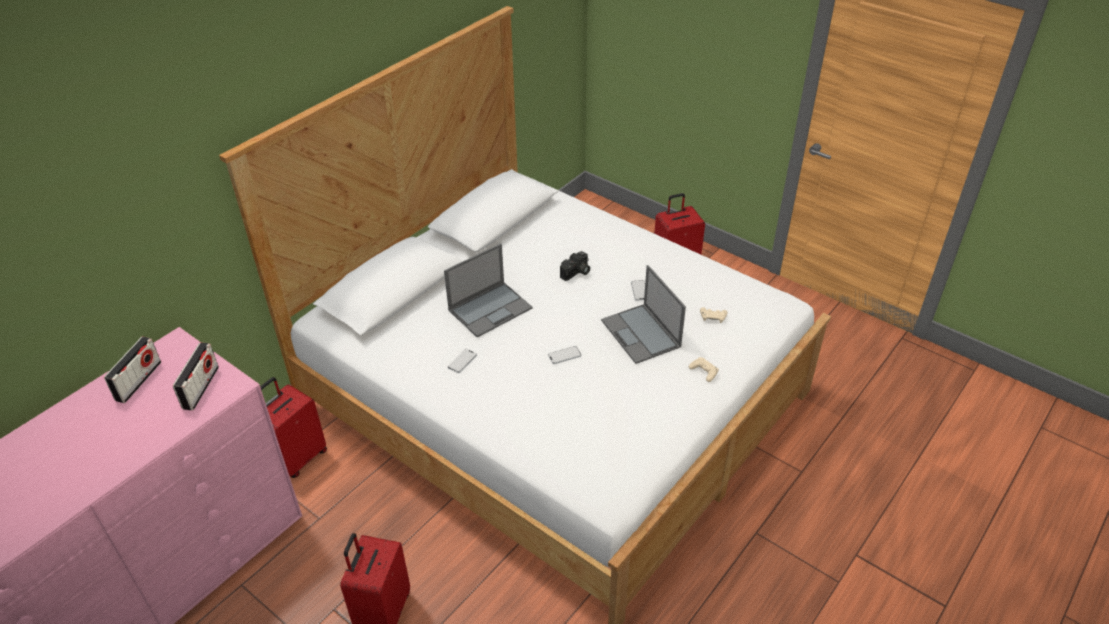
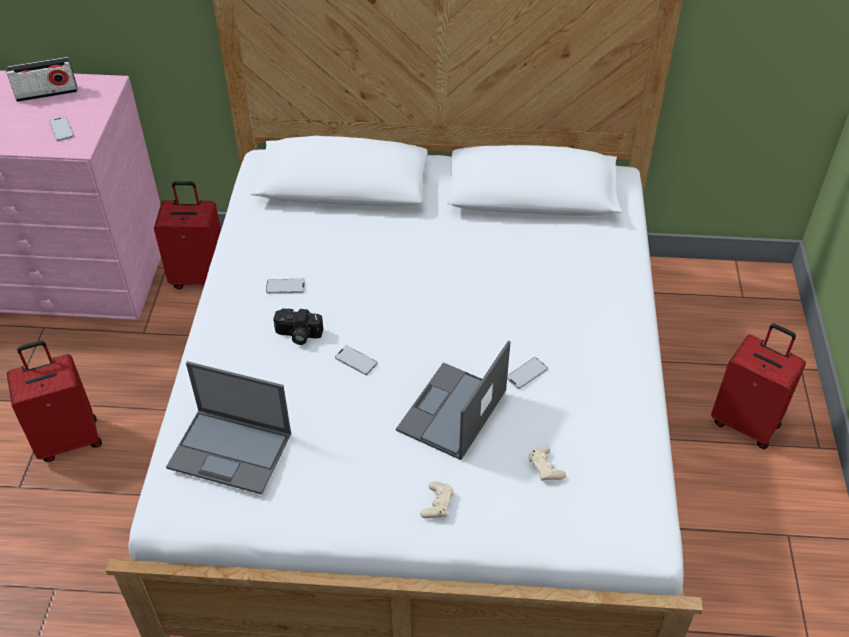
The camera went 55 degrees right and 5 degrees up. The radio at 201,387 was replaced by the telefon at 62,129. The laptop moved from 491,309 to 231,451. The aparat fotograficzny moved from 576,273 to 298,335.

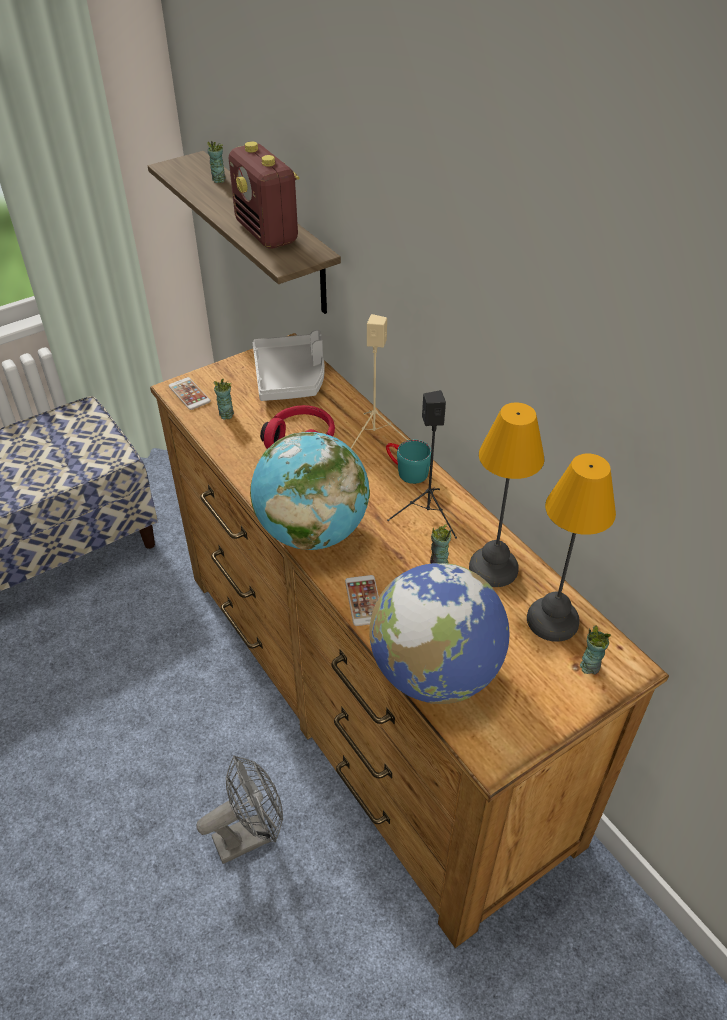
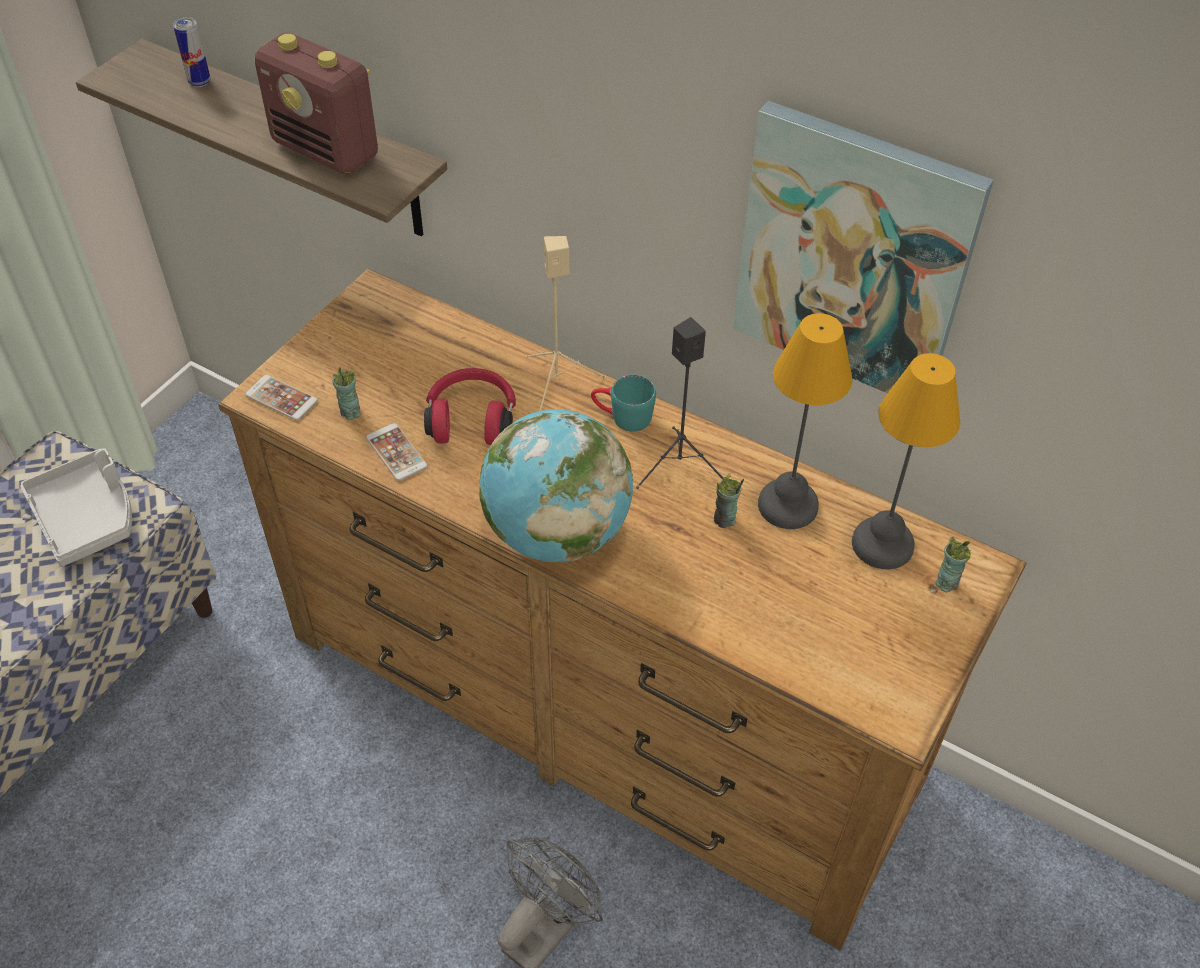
The camera went 25 degrees left and 5 degrees up. The filiżanka at 218,180 was replaced by the puszka at 199,82. The taca [szary] moved from 291,377 to 87,516. The telefon moved from 364,600 to 396,452. The globus at 435,672 disappeared. The obraz at 853,256 appeared.

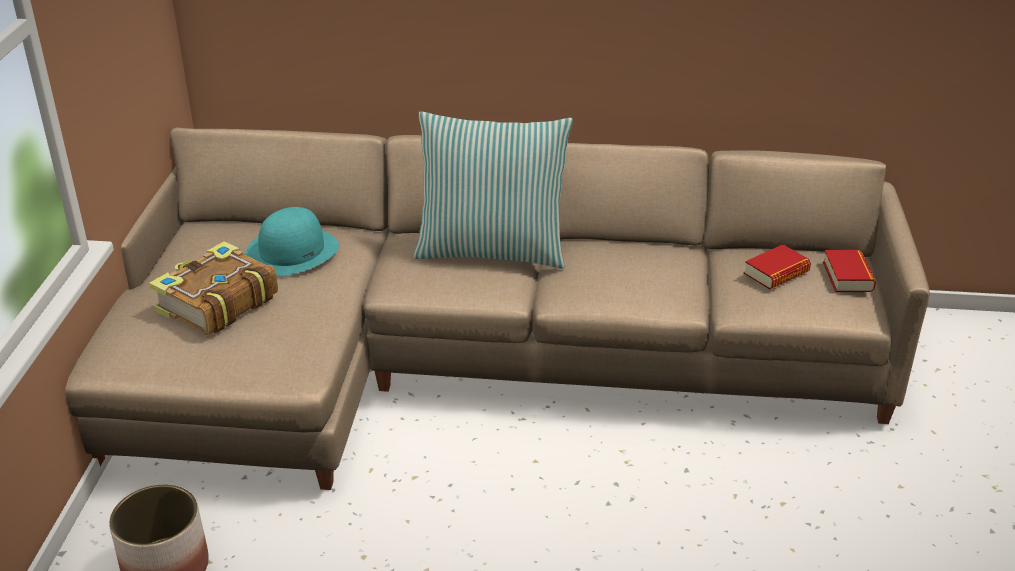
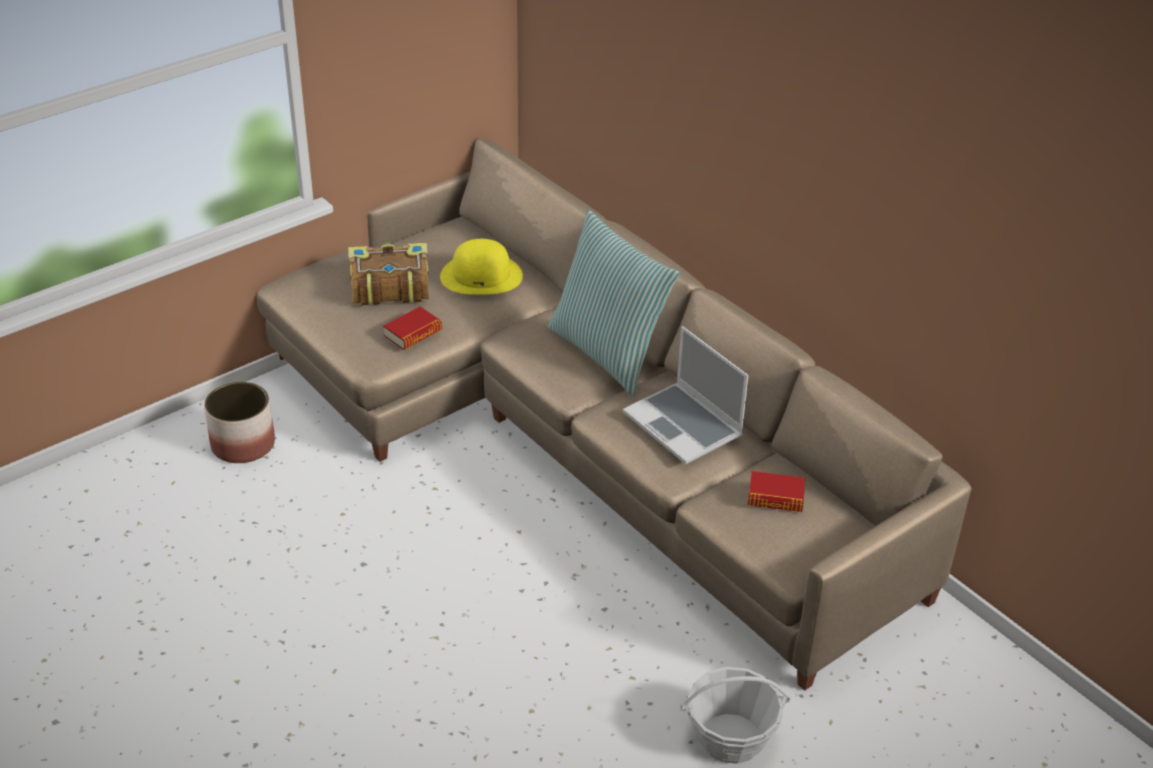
The camera went 45 degrees right and 5 degrees up. The kapelusz [turkusowy] at 292,251 became the kapelusz [żółty] at 481,275. The książka moved from 847,276 to 413,333. The laptop at 684,425 appeared. The koszyk at 730,738 appeared.

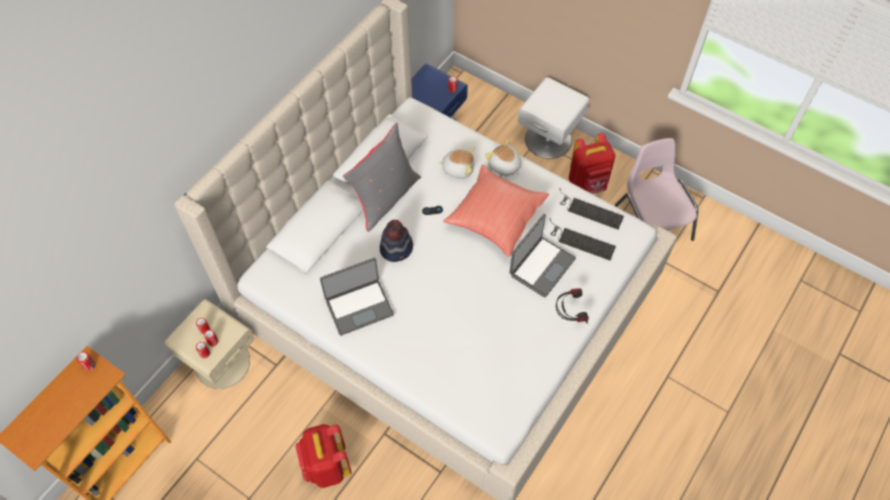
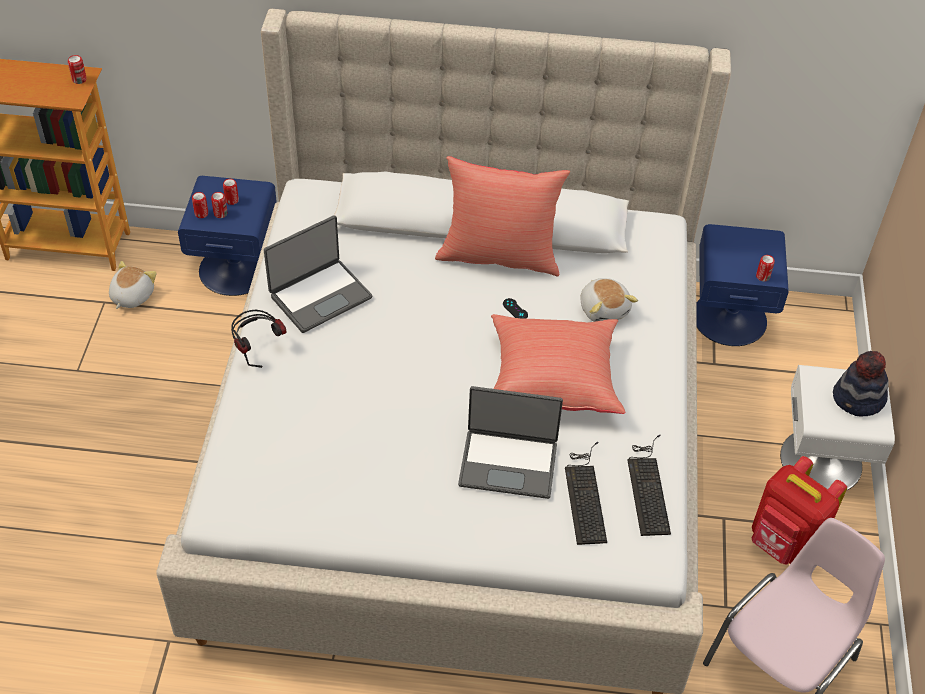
The camera went 60 degrees right and 10 degrees down. The szafka nocna [beżowy] at 222,362 became the szafka nocna [niebieski] at 236,268. The plecak [czerwony] at 326,467 disappeared. The laptop at 359,306 turned 75 degrees counterclockwise. The poduszka [szary] at 385,198 became the poduszka [czerwony] at 499,255. The kapelusz moved from 397,248 to 858,399. The pluszak moved from 504,166 to 131,296. The słuchawki moved from 570,314 to 258,348.

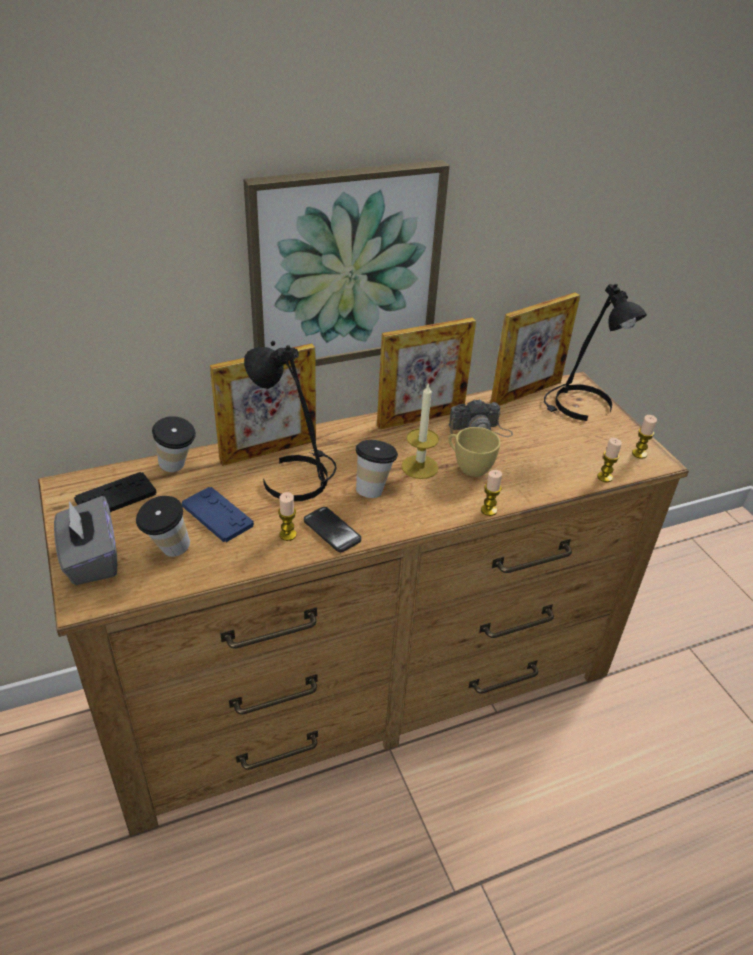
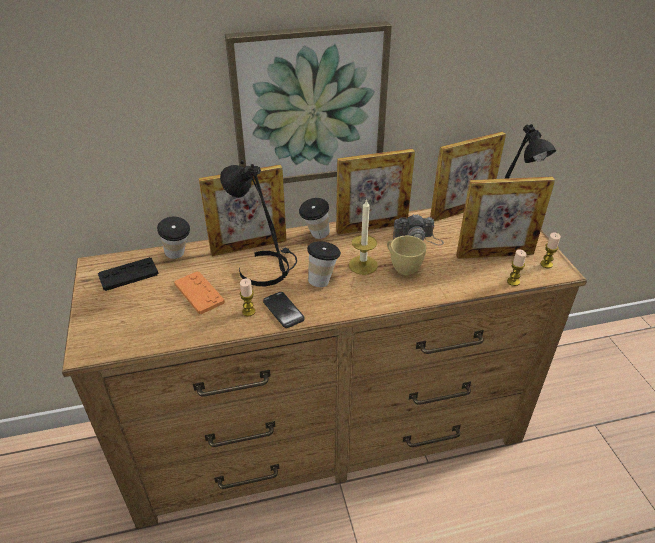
The camera went 10 degrees right and 0 degrees up. The pudełko chusteczek [szary] at 91,559 disappeared. The filiżanka moved from 167,552 to 315,236. The pad do gier [niebieski] at 217,515 became the pad do gier [pomarańczowy] at 199,293. The świeca at 488,510 disappeared. The ramka na zdjęcie at 494,254 appeared.

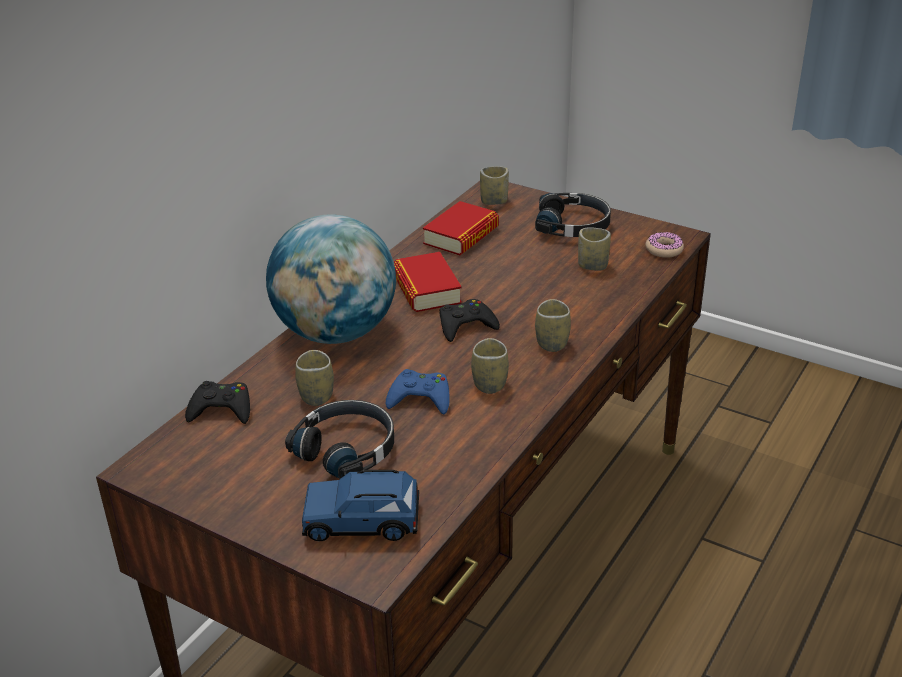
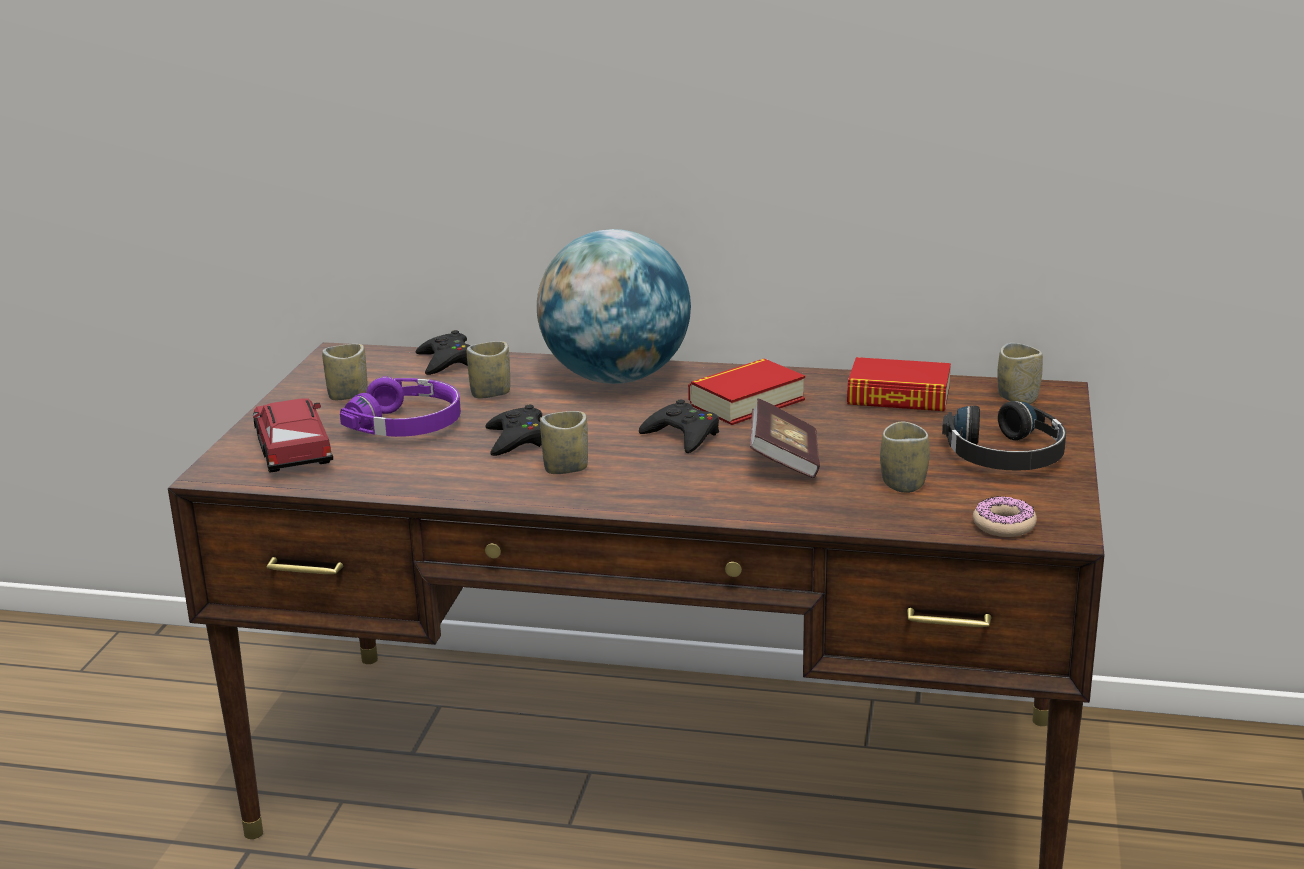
The camera went 70 degrees right and 10 degrees down. The słuchawki [czarny] at 347,448 became the słuchawki [fioletowy] at 408,424. The samochodzik [niebieski] at 362,521 became the samochodzik [czerwony] at 294,453. The pad do gier [niebieski] at 420,398 became the pad do gier [czarny] at 516,439. The filiżanka moved from 552,343 to 348,396. The książka at 784,461 appeared.

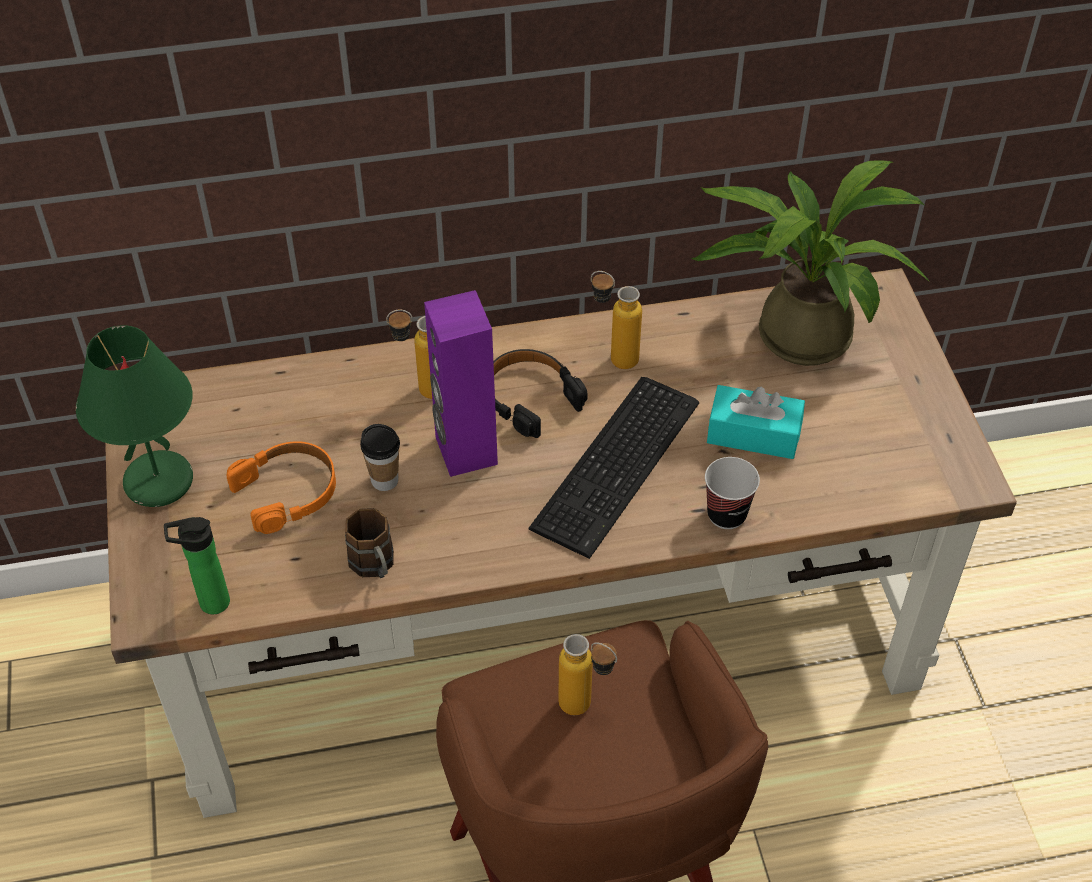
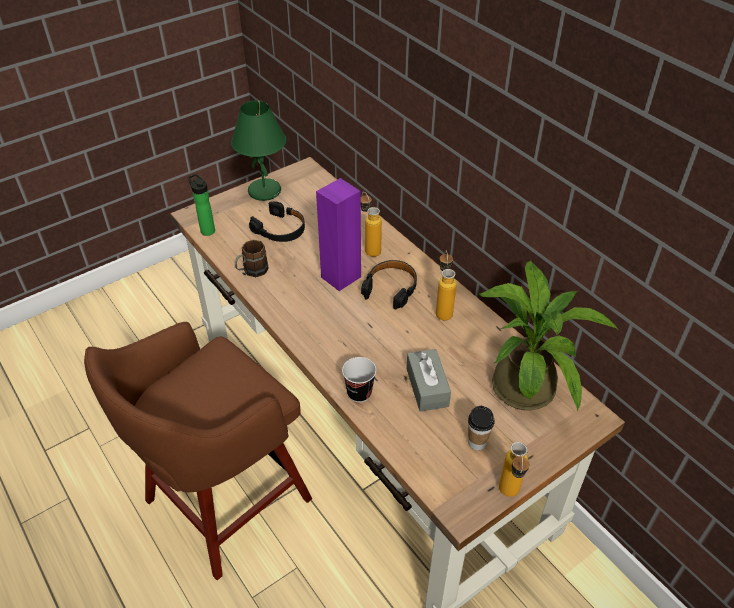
The camera went 65 degrees right and 5 degrees down. The słuchawki [pomarańczowy] at 287,492 became the słuchawki [czarny] at 280,229. The filiżanka moved from 384,480 to 477,442. The klawiatura at 621,464 disappeared. The butelka moved from 586,709 to 509,496. The pudełko chusteczek [turkusowy] at 753,434 became the pudełko chusteczek [szary] at 427,387.

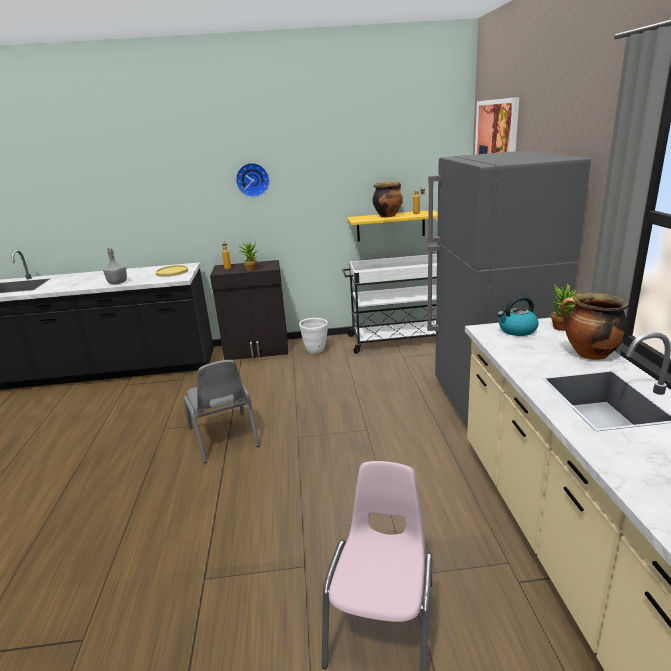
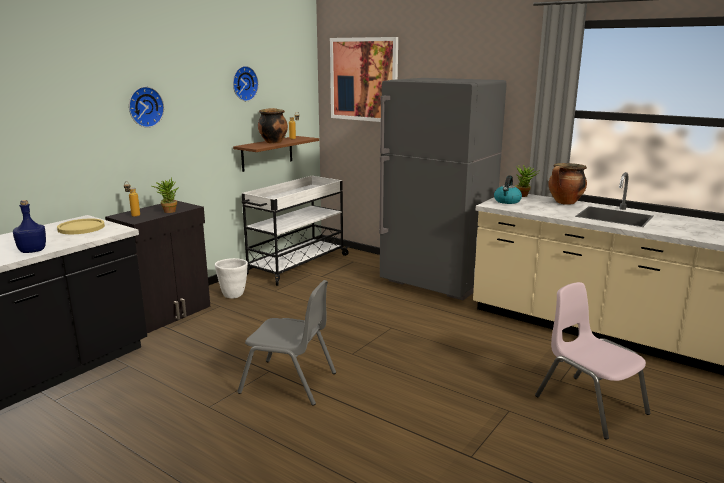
The camera went 50 degrees left and 5 degrees down. The butelka [szary] at 117,283 became the butelka [niebieski] at 33,251. The półka [żółty] at 391,226 became the półka [brązowy] at 267,153. The zegar ścienny at 243,83 appeared.

